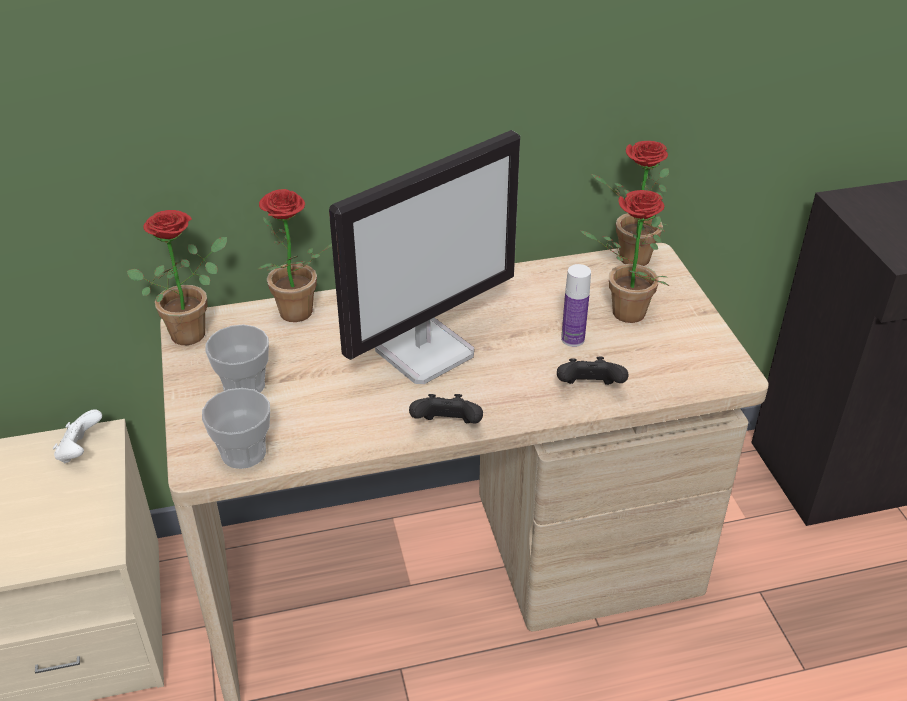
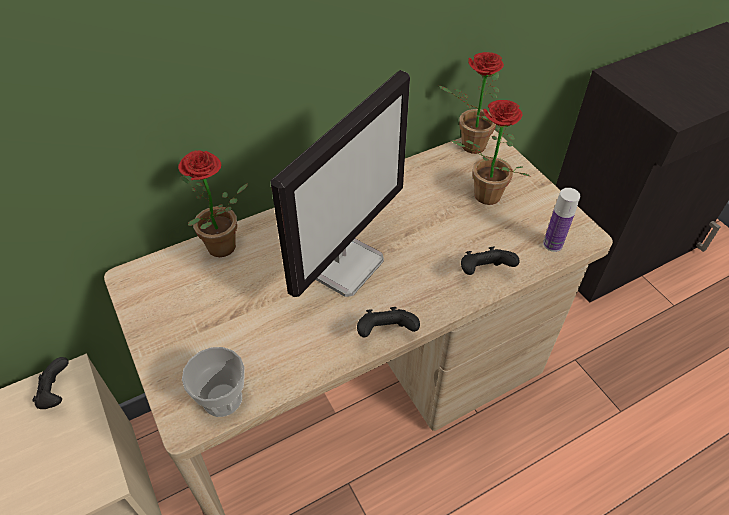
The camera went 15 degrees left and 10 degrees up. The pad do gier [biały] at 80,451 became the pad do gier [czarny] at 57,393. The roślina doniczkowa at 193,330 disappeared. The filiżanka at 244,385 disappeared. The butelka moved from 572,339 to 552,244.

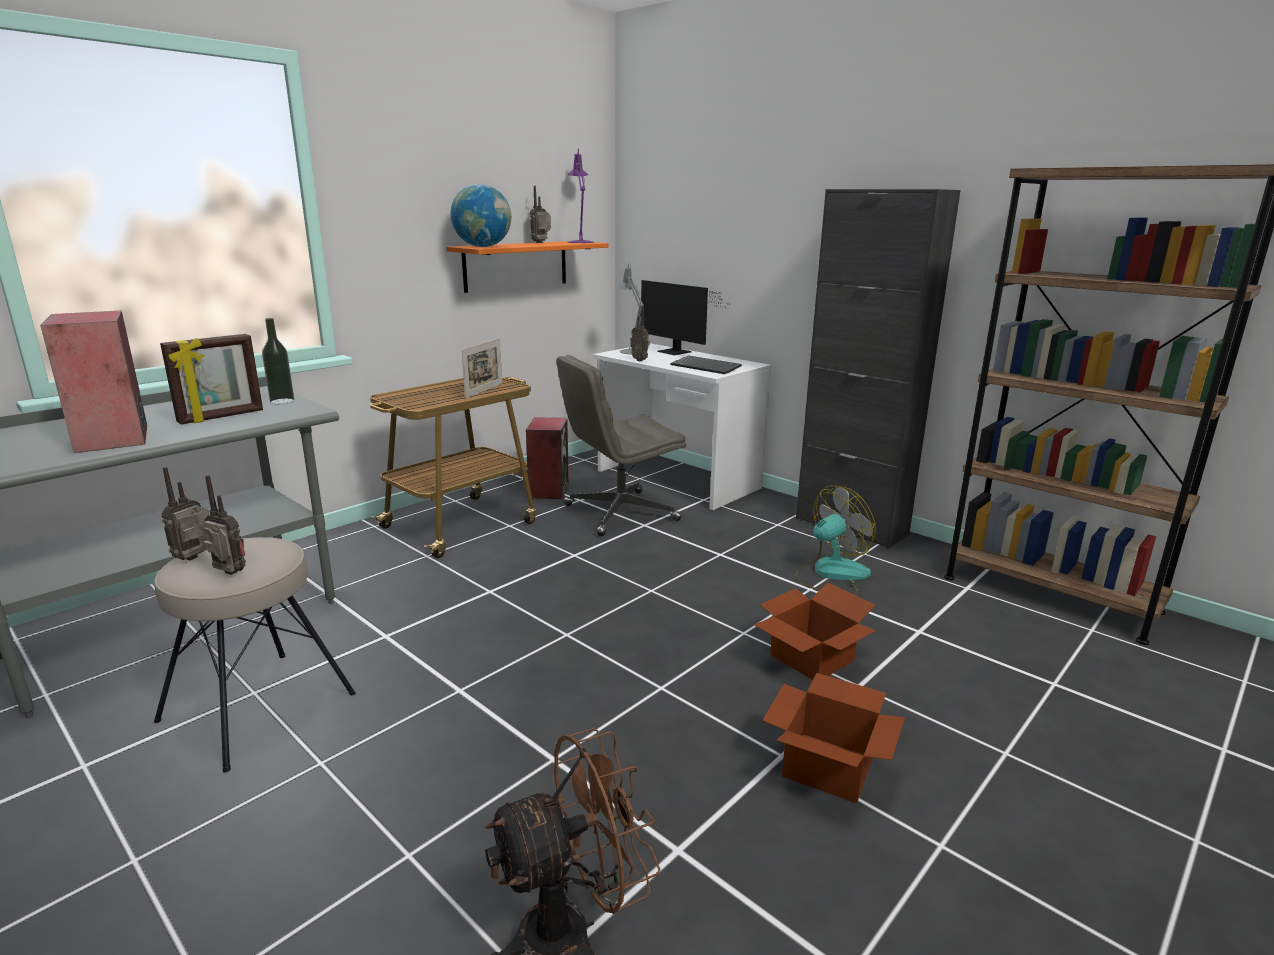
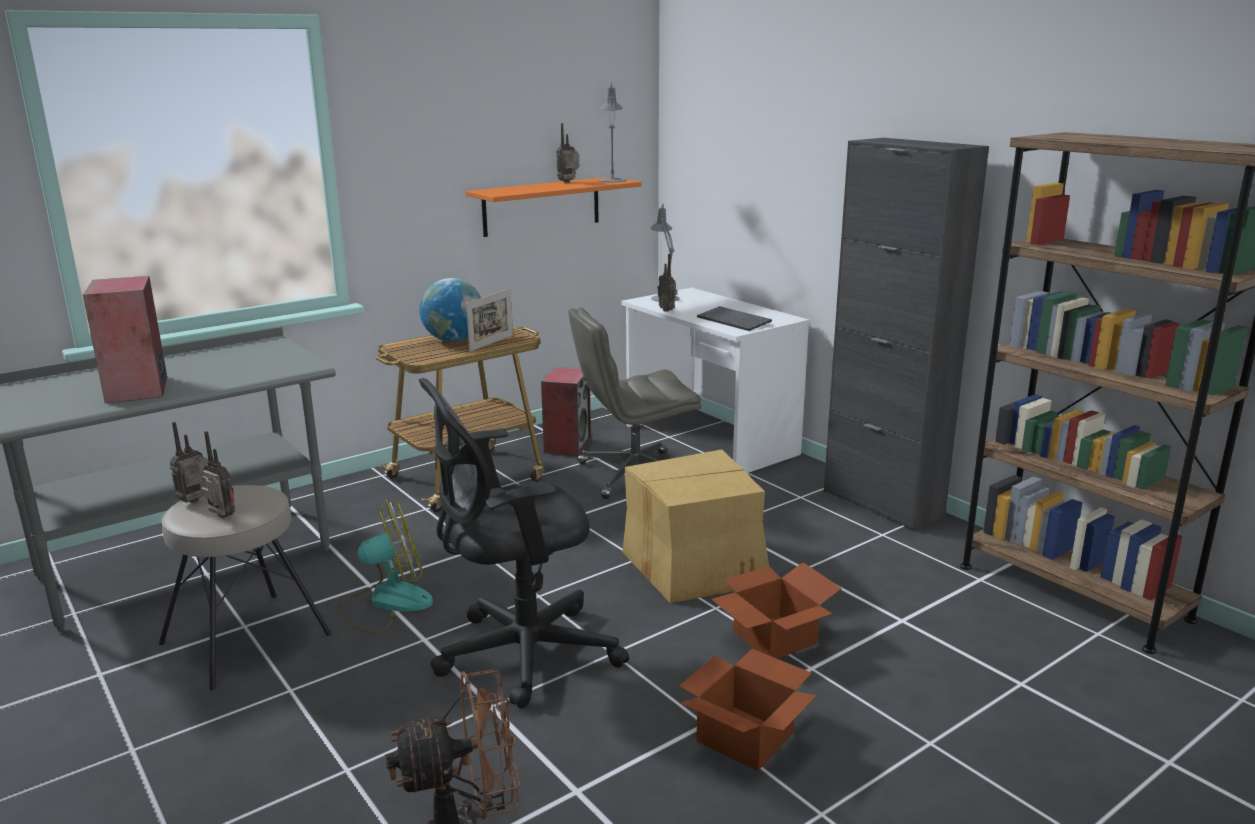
The camera went 10 degrees right and 0 degrees up. The ramka na zdjęcie at 221,417 disappeared. The butelka at 282,401 disappeared. The globus moved from 483,247 to 454,340. The lampa stołowa [fioletowy] at 580,242 became the lampa stołowa [szary] at 612,179. The monitor at 676,352 disappeared. The wentylator moved from 831,574 to 386,603. The krzesło biurowe [czarny] at 519,654 appeared. The karton at 696,564 appeared.

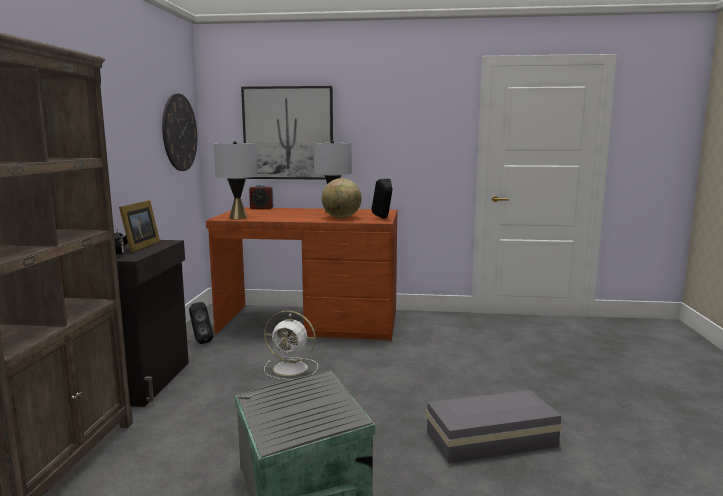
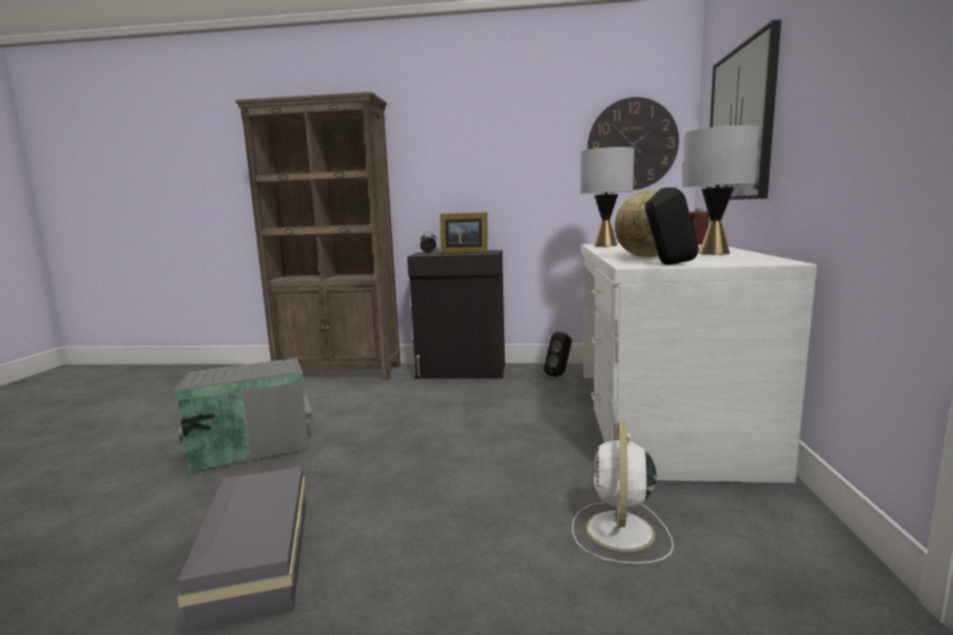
The camera went 90 degrees right and 0 degrees up. The biurko [brązowy] at 310,322 became the biurko [biały] at 661,417. The wentylator [biały] moved from 292,368 to 620,533.

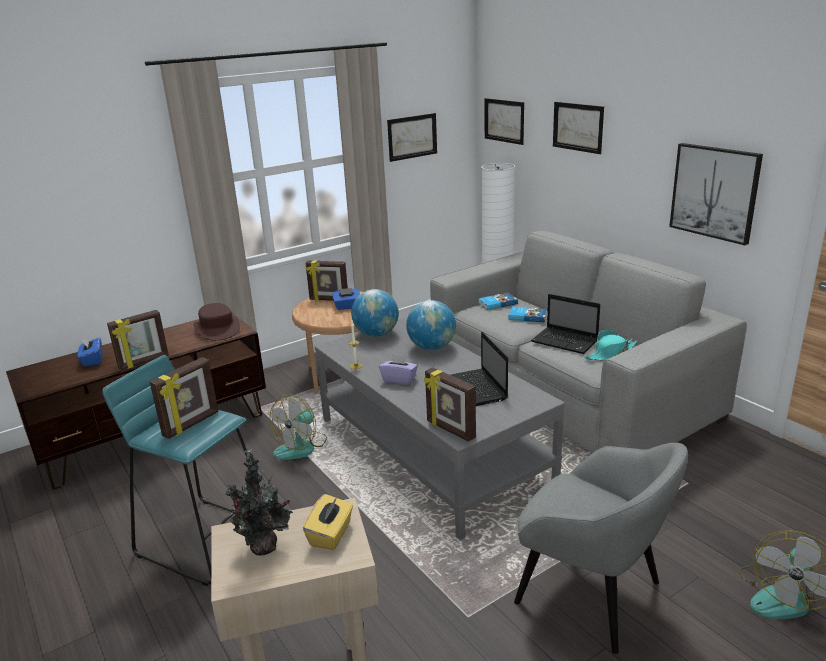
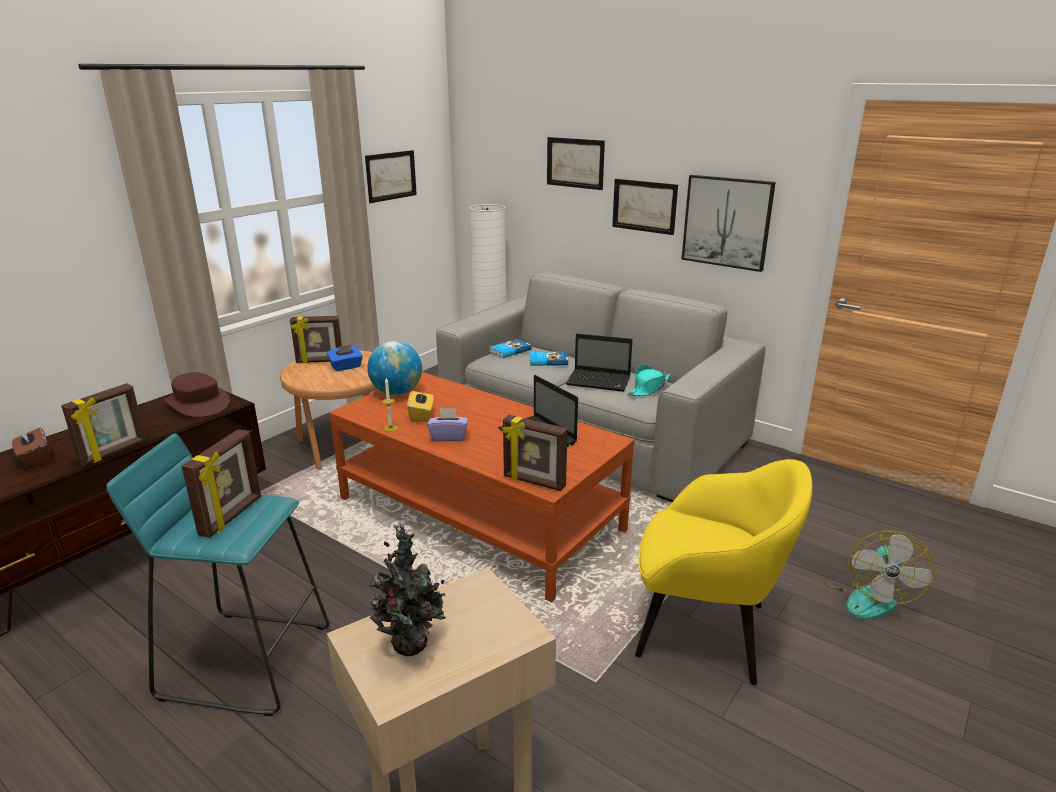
The camera went 20 degrees left and 0 degrees up. The pudełko chusteczek [niebieski] at 92,360 became the pudełko chusteczek [brązowy] at 35,458. The wentylator at 301,446 disappeared. The pudełko chusteczek [żółty] moved from 331,534 to 421,415. The ława [szary] at 431,451 became the ława [brązowy] at 479,514. The globus at 431,347 disappeared. The obraz moved from 504,121 to 644,206. The fotel [szary] at 591,594 became the fotel [żółty] at 705,631.

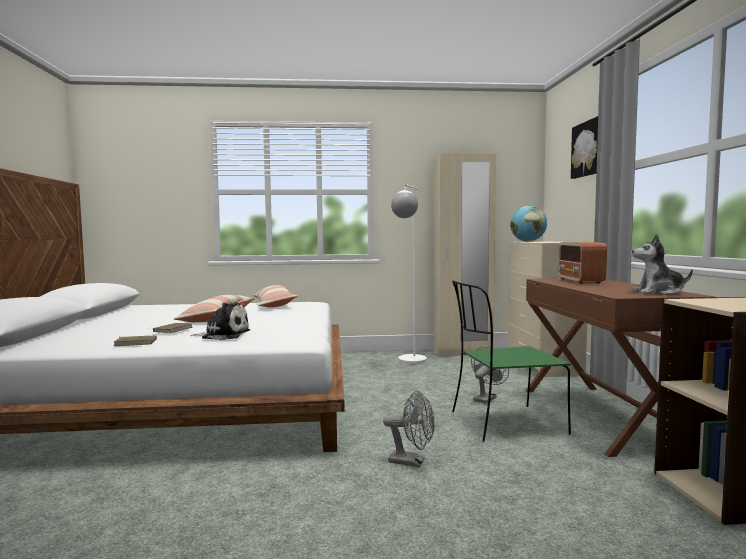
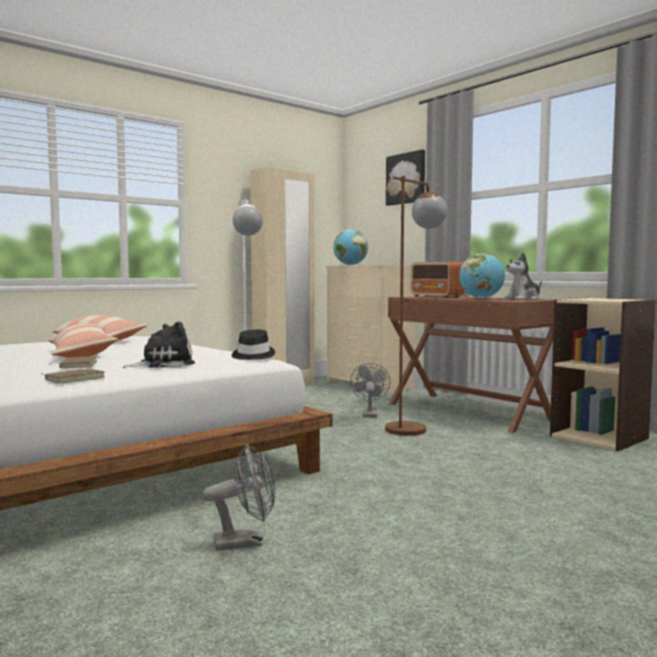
The camera went 35 degrees left and 0 degrees up. The wentylator [szary] moved from 412,462 to 245,542. The krzesło [zielony] at 504,423 was replaced by the lampa stojąca [brązowy] at 414,427. The kapelusz [czarny] at 252,356 appeared. The globus at 481,298 appeared.

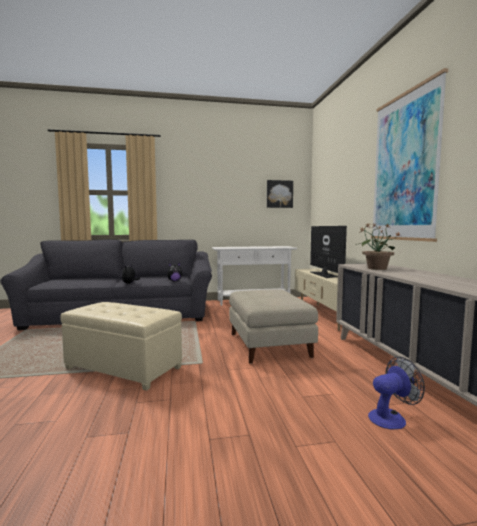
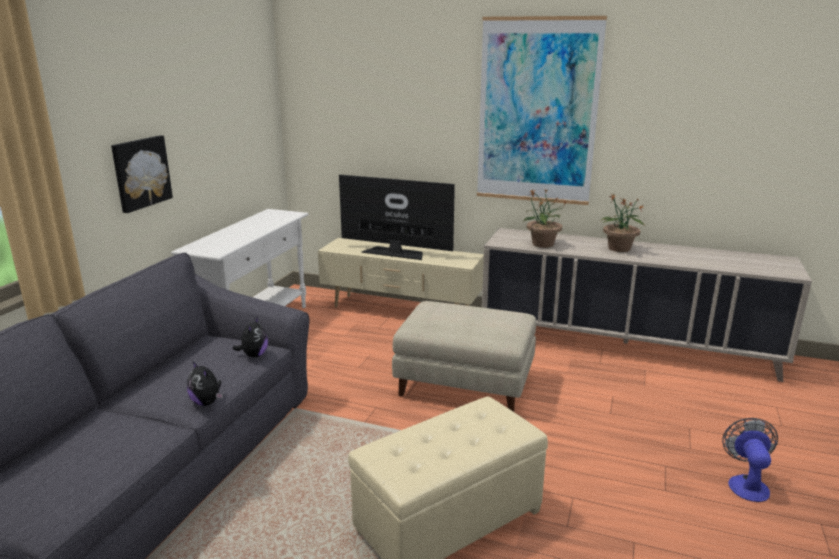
The camera went 60 degrees left and 15 degrees up. The obraz moved from 279,194 to 140,172. The wentylator moved from 392,417 to 746,483. The roślina doniczkowa at 619,249 appeared.

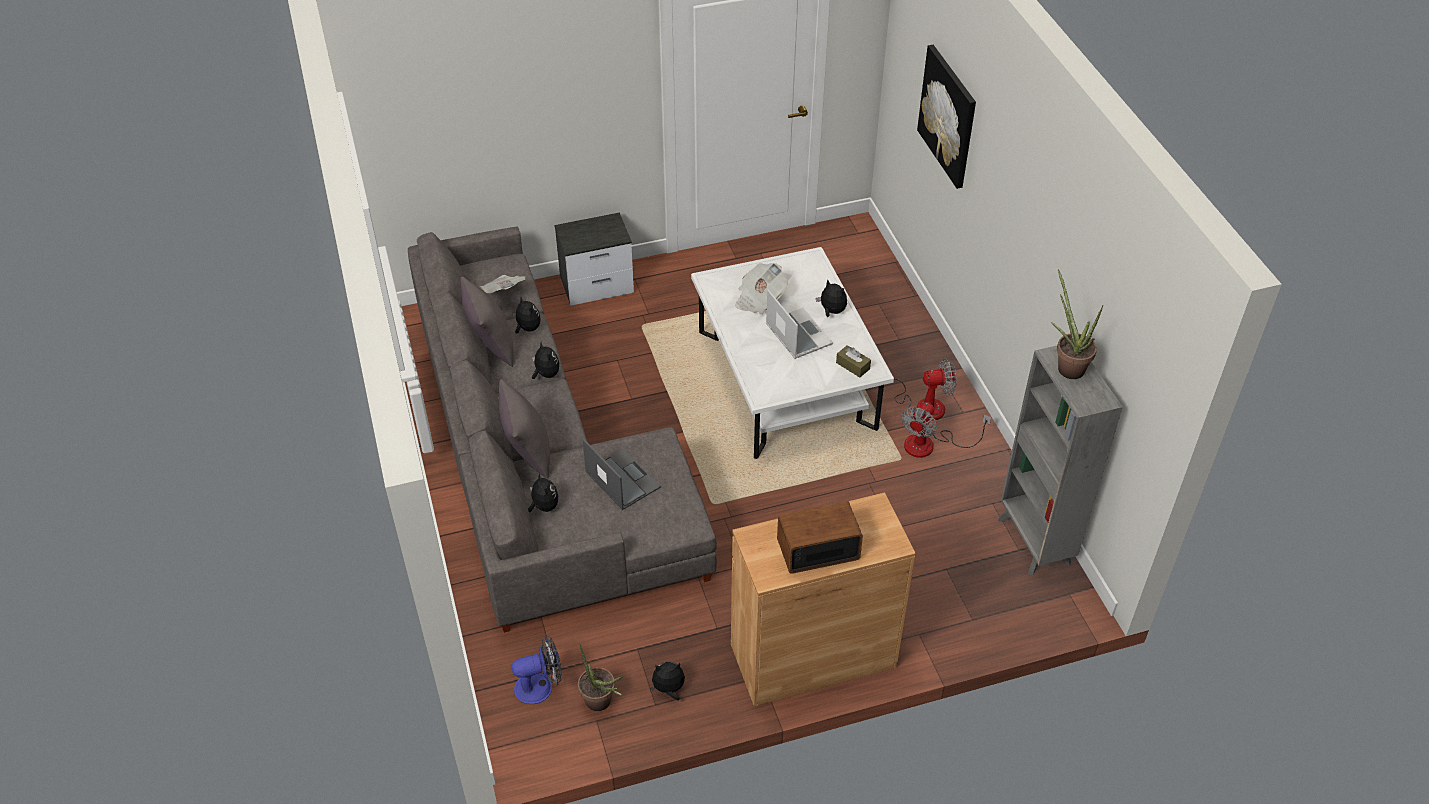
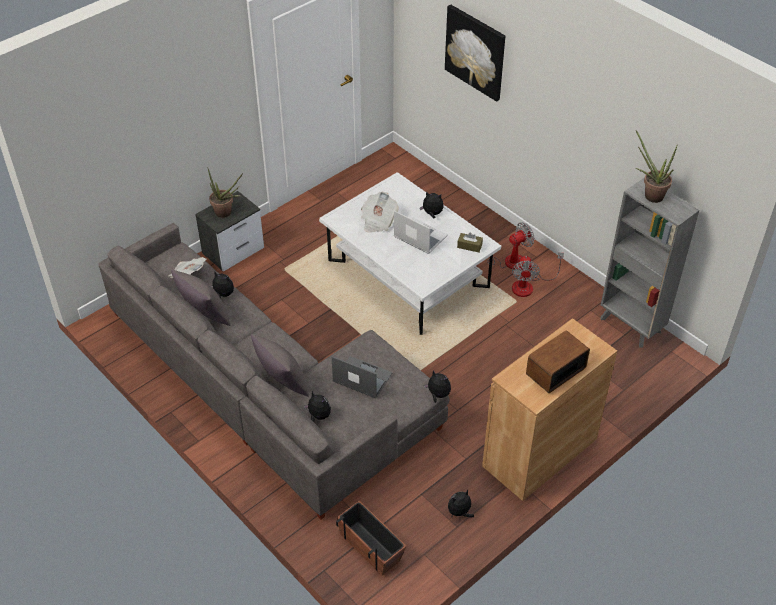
The camera went 25 degrees left and 0 degrees up. The wentylator at 540,686 was replaced by the donica at 370,546. The pluszak moved from 546,374 to 438,395. The roślina doniczkowa moved from 602,704 to 226,213.

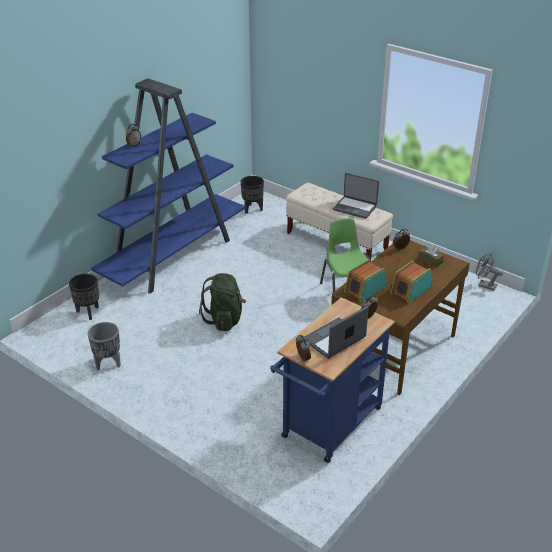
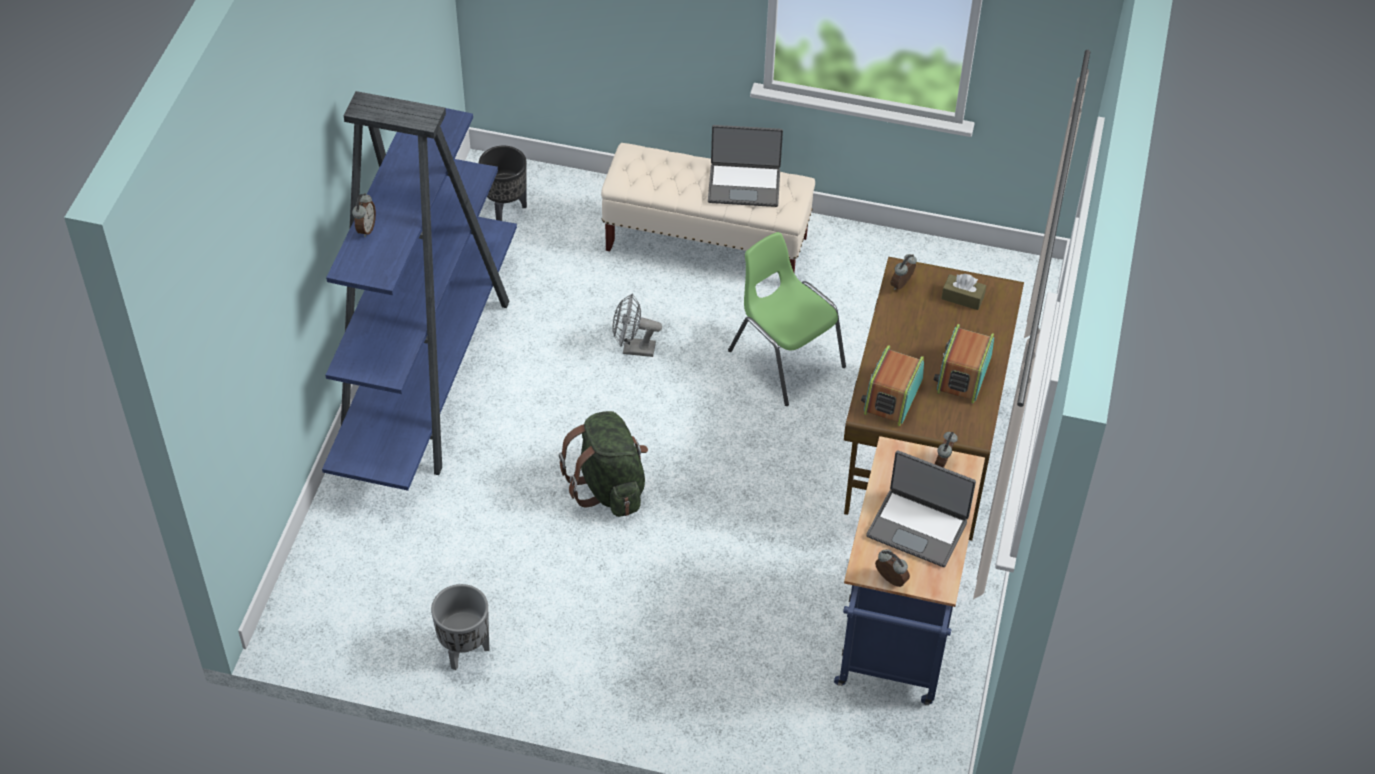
The camera went 25 degrees left and 15 degrees up. The donica [czarny] at 88,313 disappeared. The laptop at 335,340 turned 90 degrees counterclockwise. The wentylator [szary] moved from 484,285 to 633,349.

